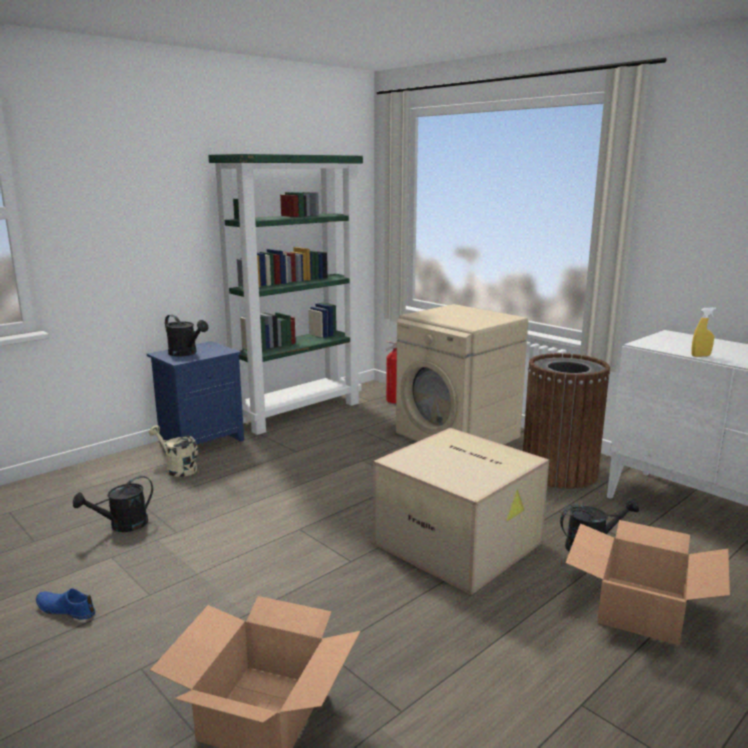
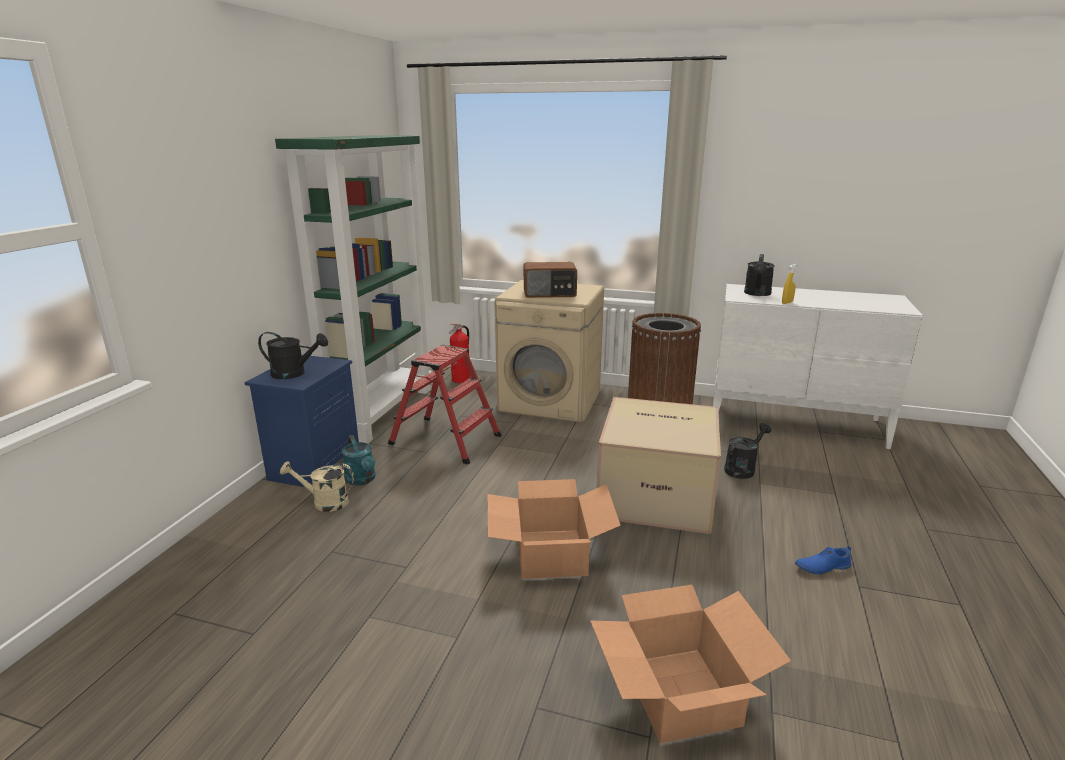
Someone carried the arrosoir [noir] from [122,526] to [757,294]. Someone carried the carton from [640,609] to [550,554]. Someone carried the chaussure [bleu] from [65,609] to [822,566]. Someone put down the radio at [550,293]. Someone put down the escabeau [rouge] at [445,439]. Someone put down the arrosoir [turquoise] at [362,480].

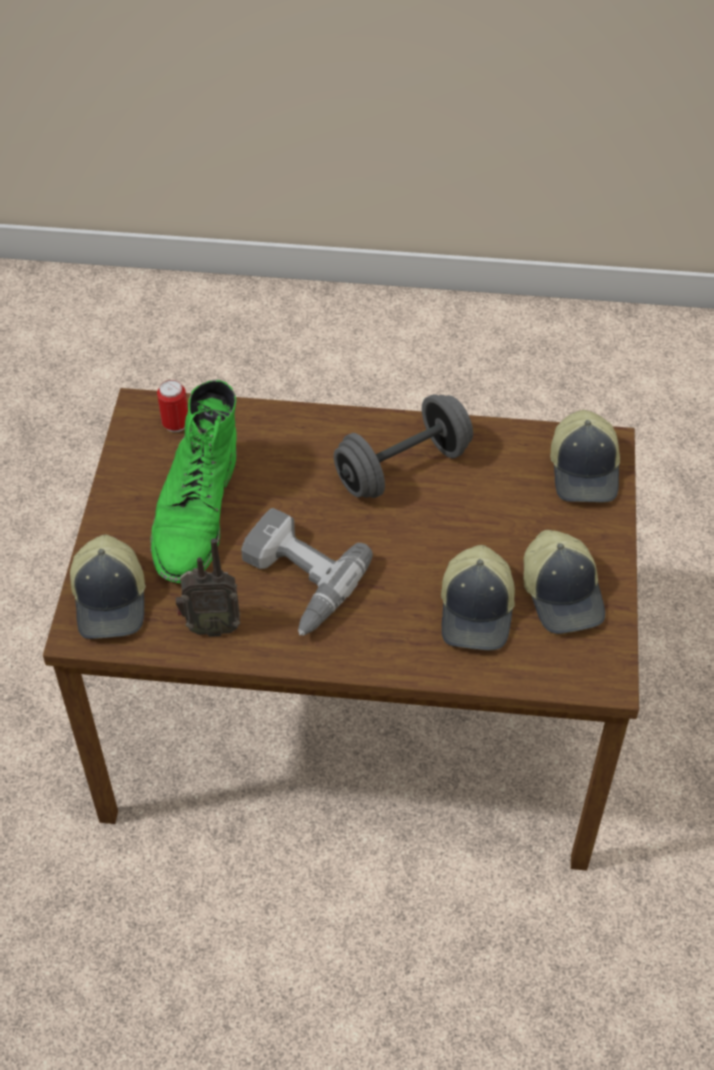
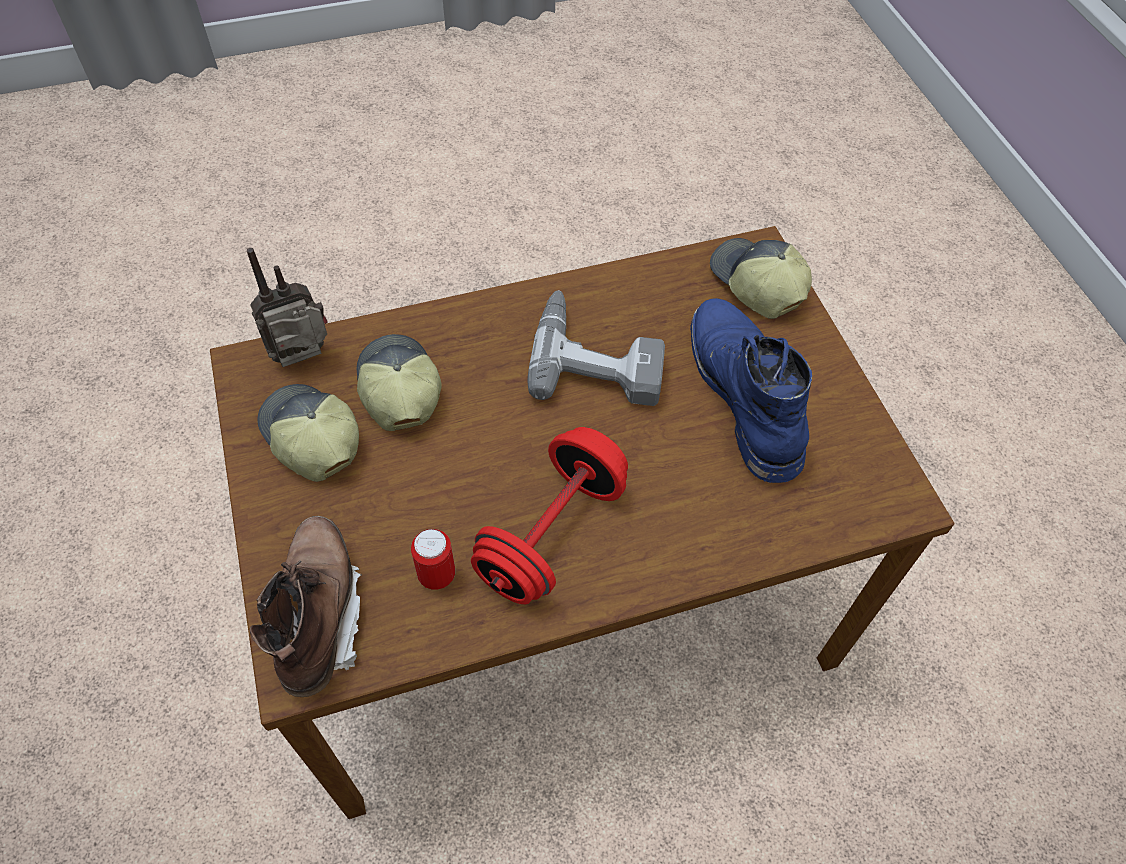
Someone repainted the botte [vert] at [196,513], which became the botte [bleu] at [743,394]. Someone carried the boîte métallique from [175,424] to [437,575]. Someone repainted the haltère [gris] at [402,468], which became the haltère [rouge] at [551,534]. Someone swapped the casquette at [585,471] for the botte [marron] at [317,616]. Someone carried the radio from [211,626] to [305,361].

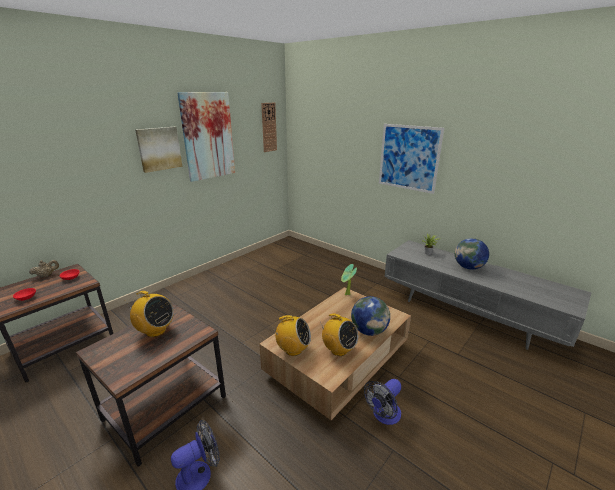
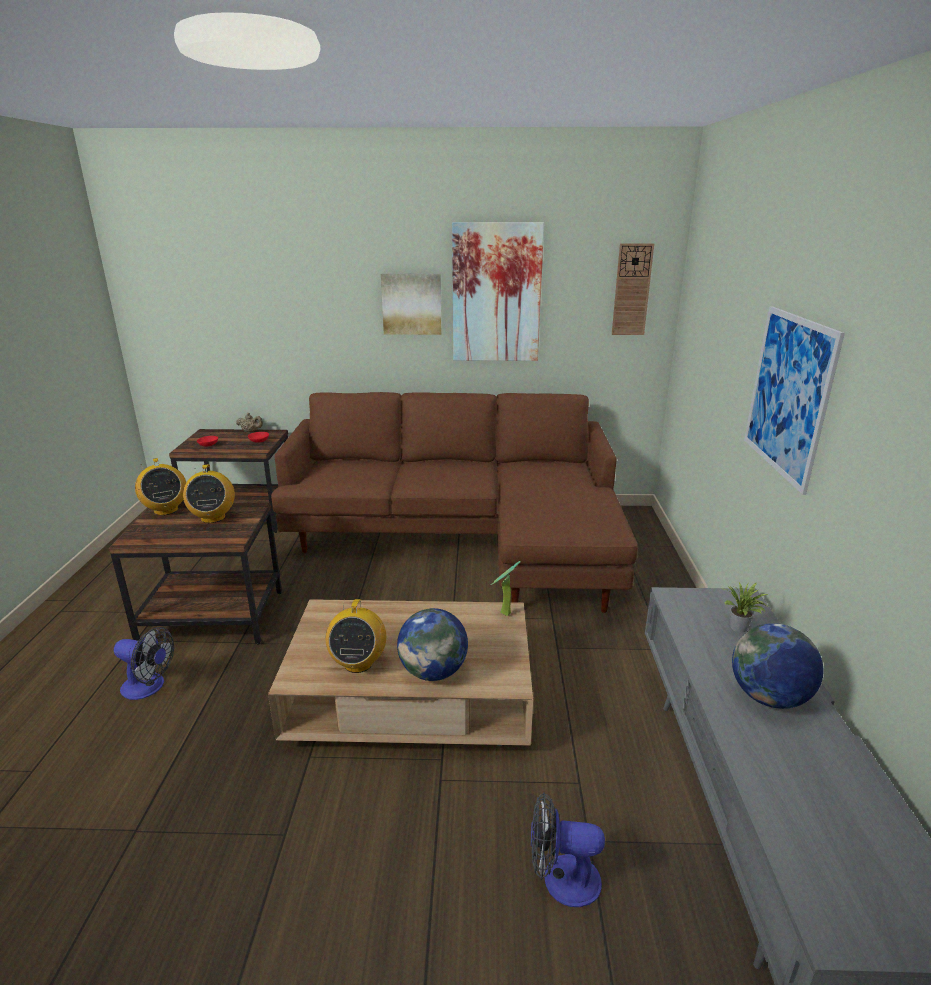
Someone carried the radio from [293,350] to [166,510]. Someone carried the ventilateur from [383,416] to [561,879]. Someone put down the canapé [marron] at [465,540].

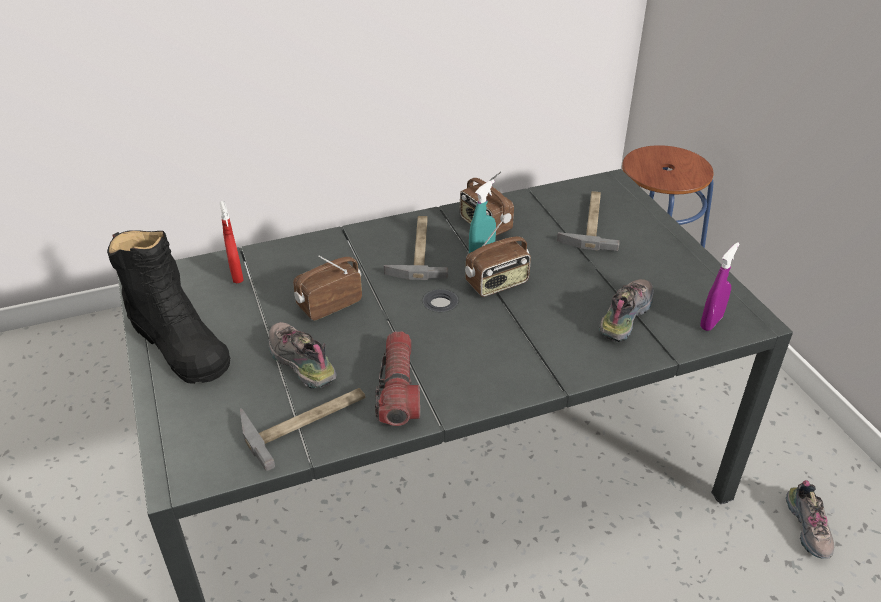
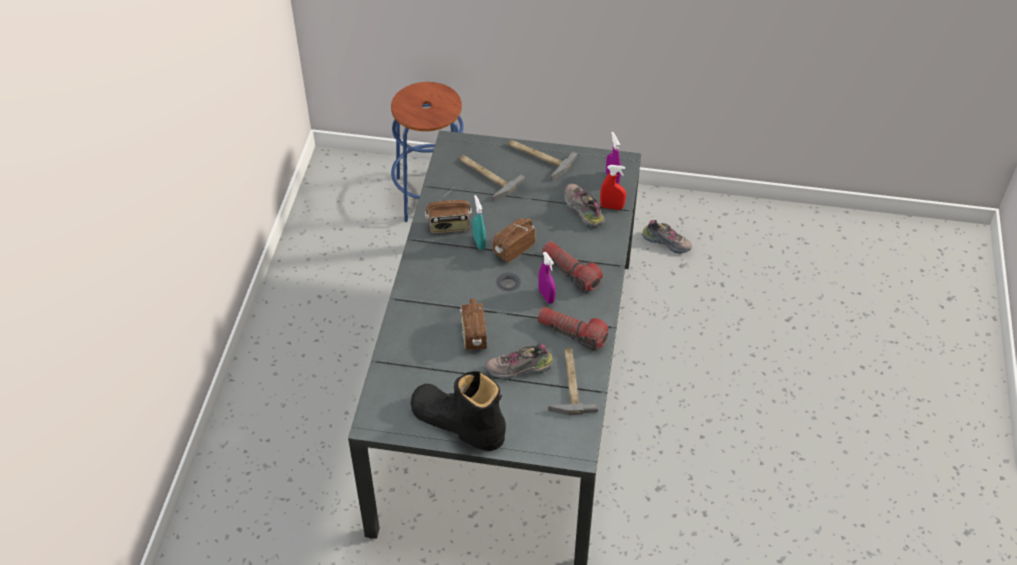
Someone carried the vaporisateur [rouge] from [236,275] to [612,207]. Someone carried the marteau from [418,249] to [537,158]. Someone rotated the radio at [497,284] by 135 degrees counterclockwise. Someone rotated the botte [noir] at [179,343] by 135 degrees counterclockwise. Someone put down the lampe de poche at [570,272]. Someone put down the vaporisateur [violet] at [546,296].

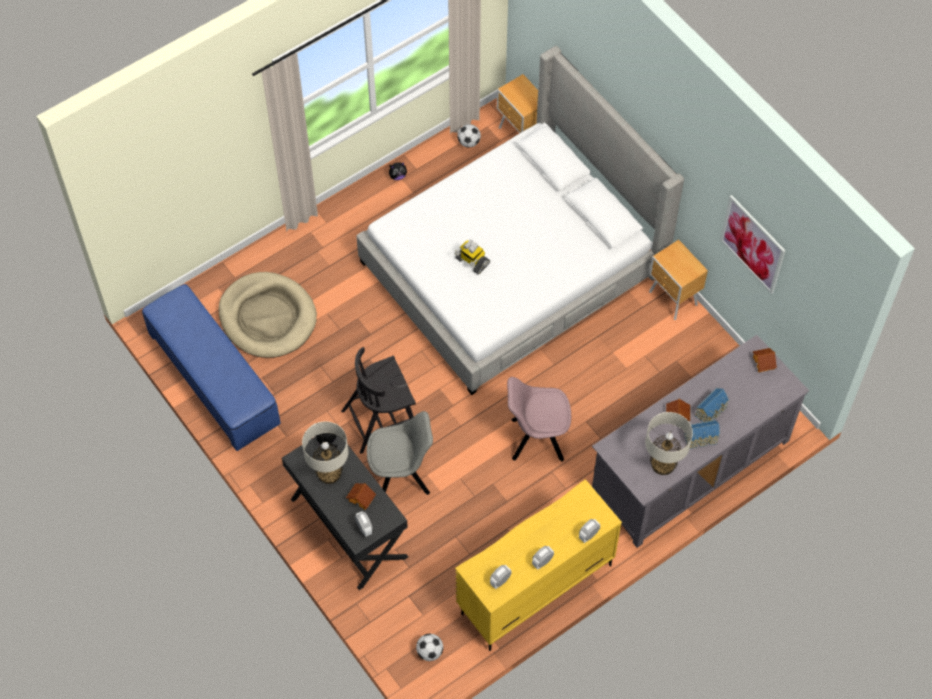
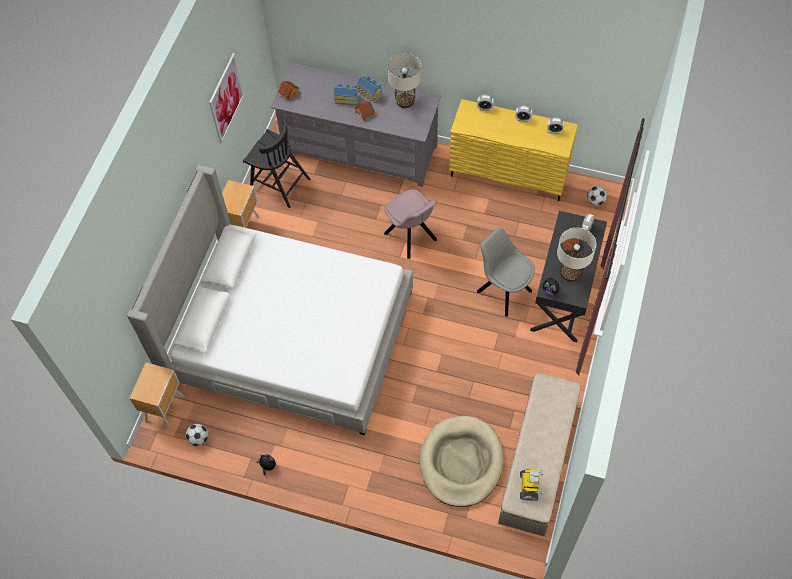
Someone carried the robot jouet from [472,261] to [529,487]. Someone repainted the banc [bleu] at [212,377], which became the banc [beige] at [538,461]. Someone carried the chaise [noir] from [381,420] to [279,183].

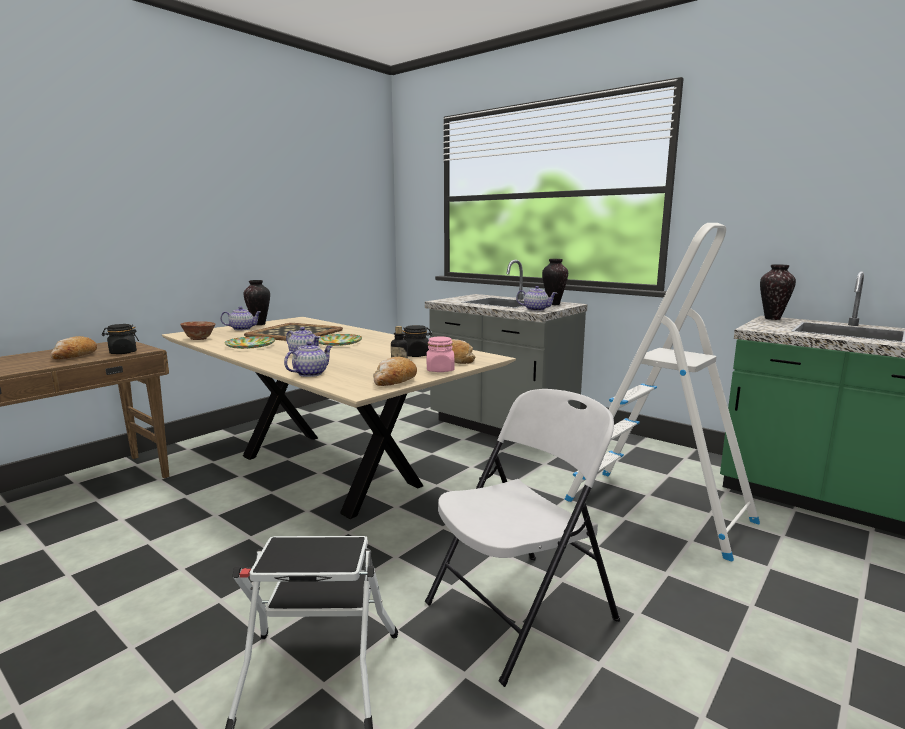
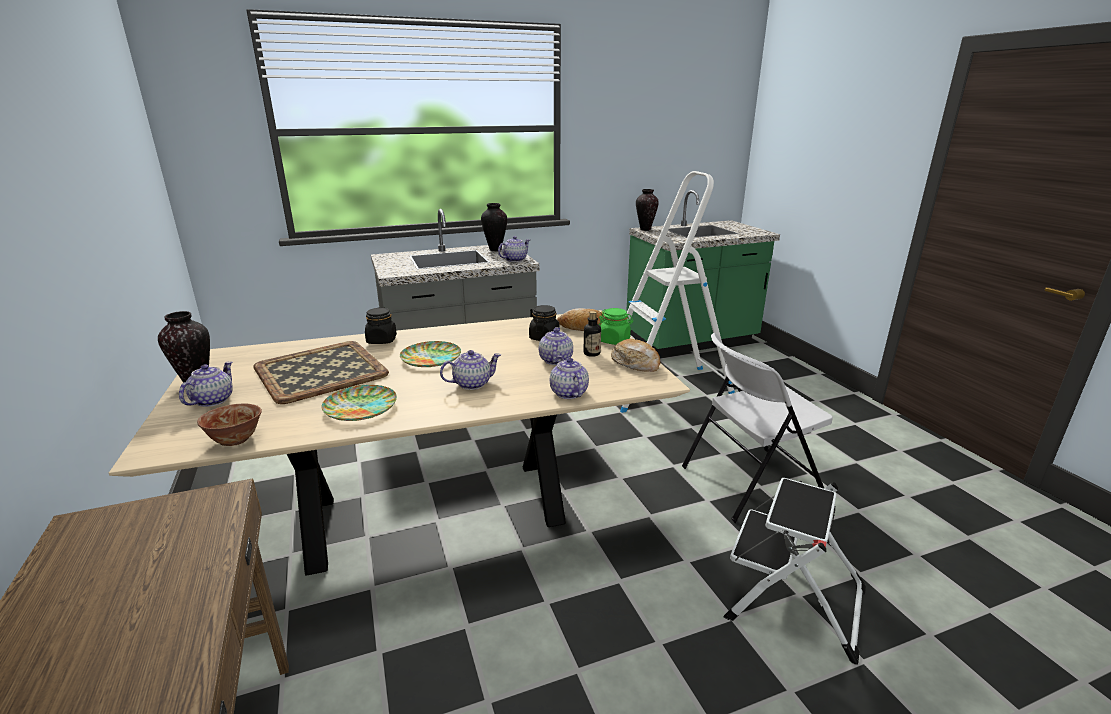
Someone carried the bocal [noir] from [122,352] to [382,340]. Someone took away the pain at [75,356]. Someone repainted the bocal [rose] at [440,370], which became the bocal [vert] at [614,341]. Someone rotated the chaise [blanc] at [520,612] by 105 degrees counterclockwise. Someone put down the théière at [555,360].

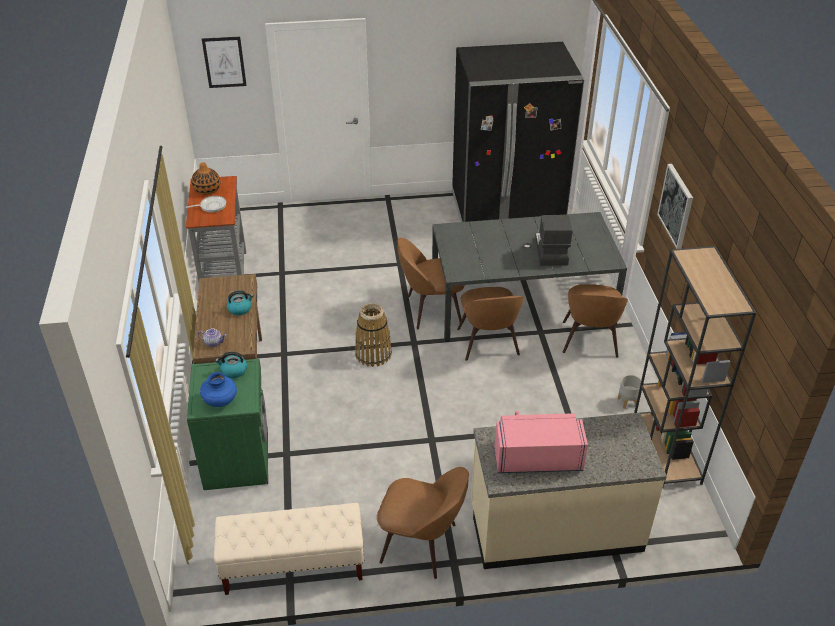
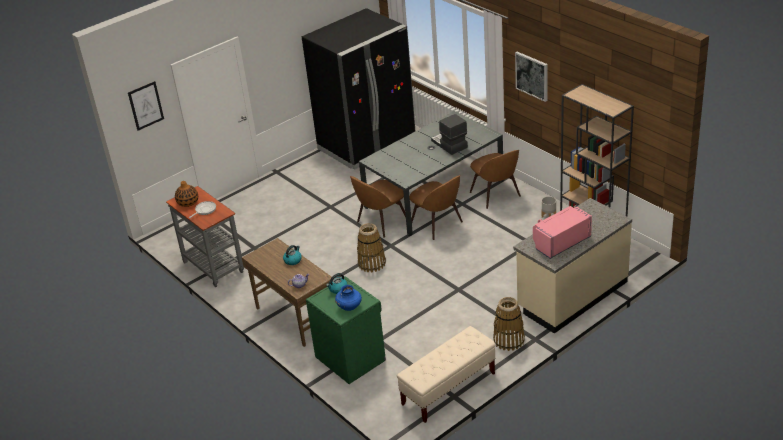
Someone swapped the chaise [marron] at [422,544] for the panier at [509,340].

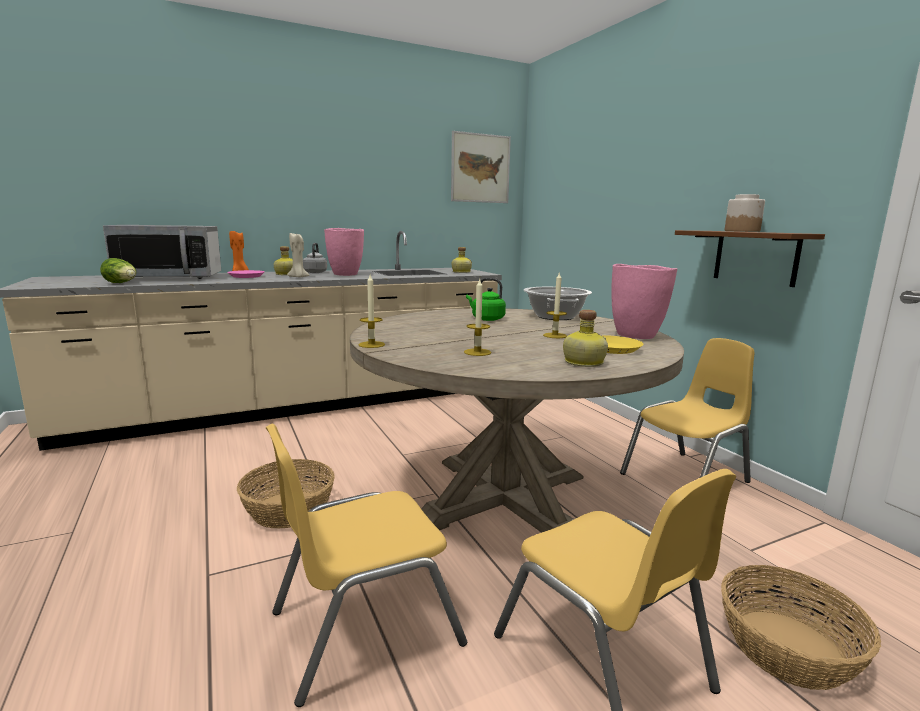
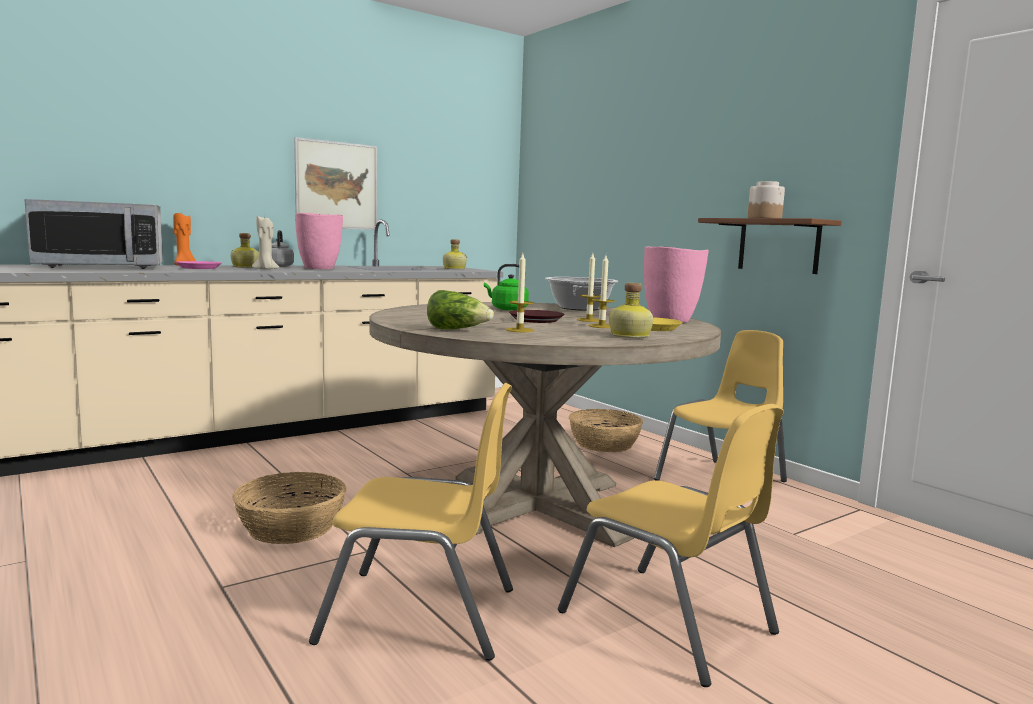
Someone carried the tableau from [480,168] to [337,185]. Someone carried the laitue from [122,283] to [458,330]. Someone carried the bougie from [371,344] to [601,326]. Someone rotated the chaise [jaune] at [364,626] by 135 degrees counterclockwise. Someone carried the panier from [788,648] to [604,444]. Someone put down the assiette [marron] at [536,320].

